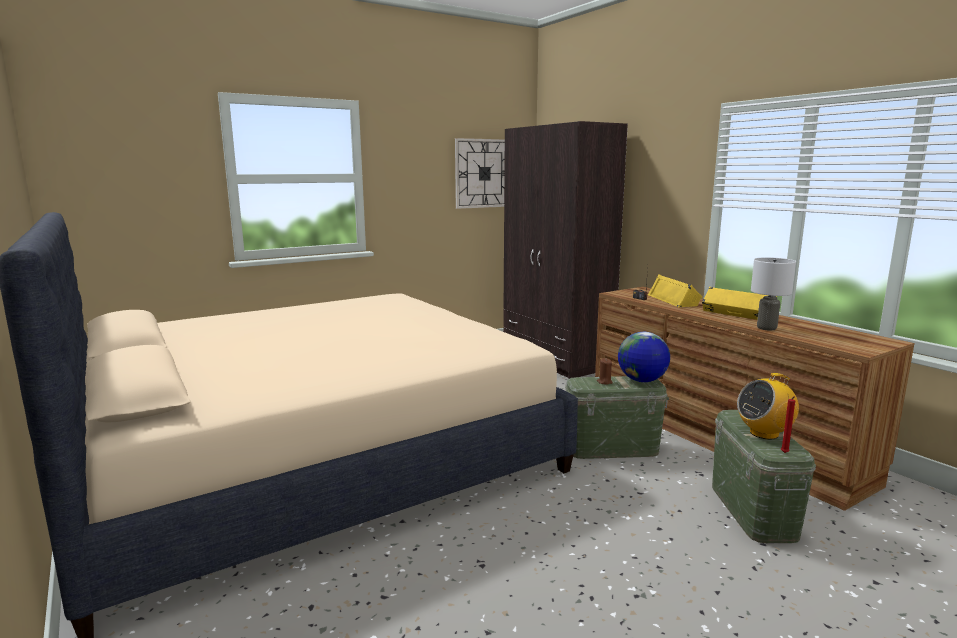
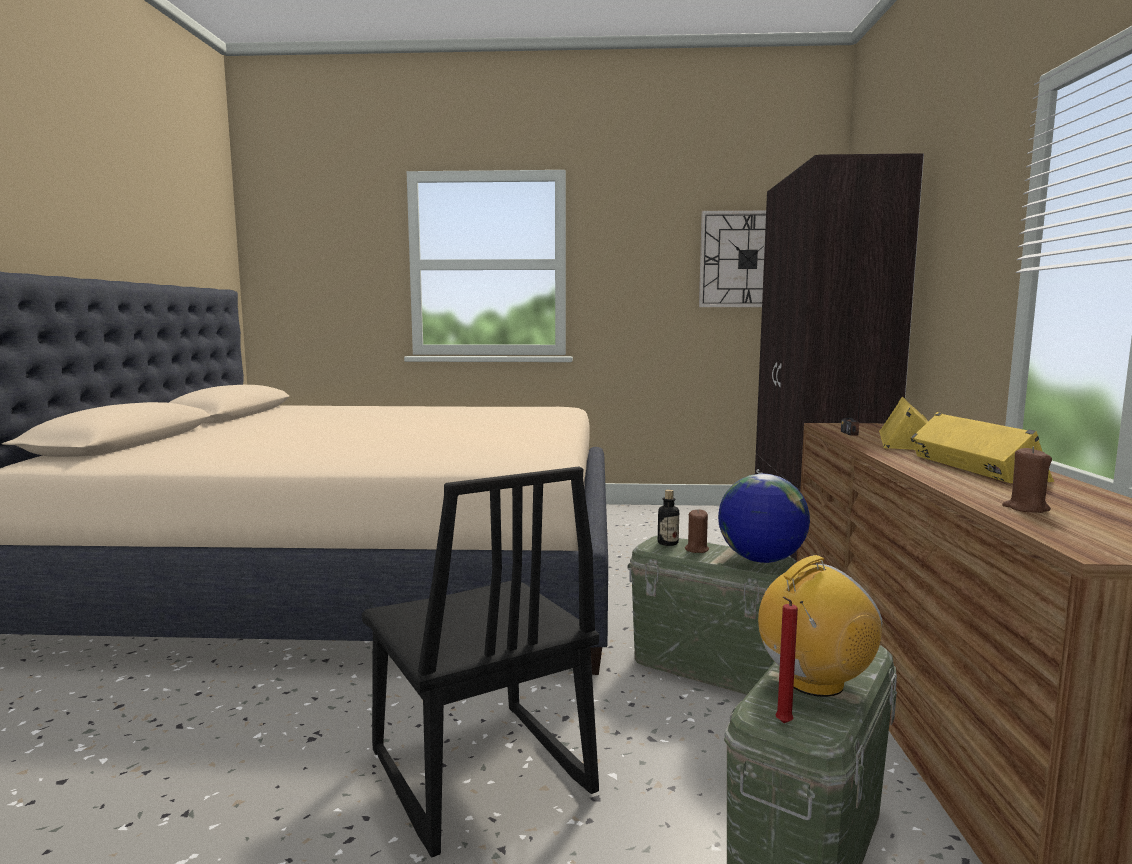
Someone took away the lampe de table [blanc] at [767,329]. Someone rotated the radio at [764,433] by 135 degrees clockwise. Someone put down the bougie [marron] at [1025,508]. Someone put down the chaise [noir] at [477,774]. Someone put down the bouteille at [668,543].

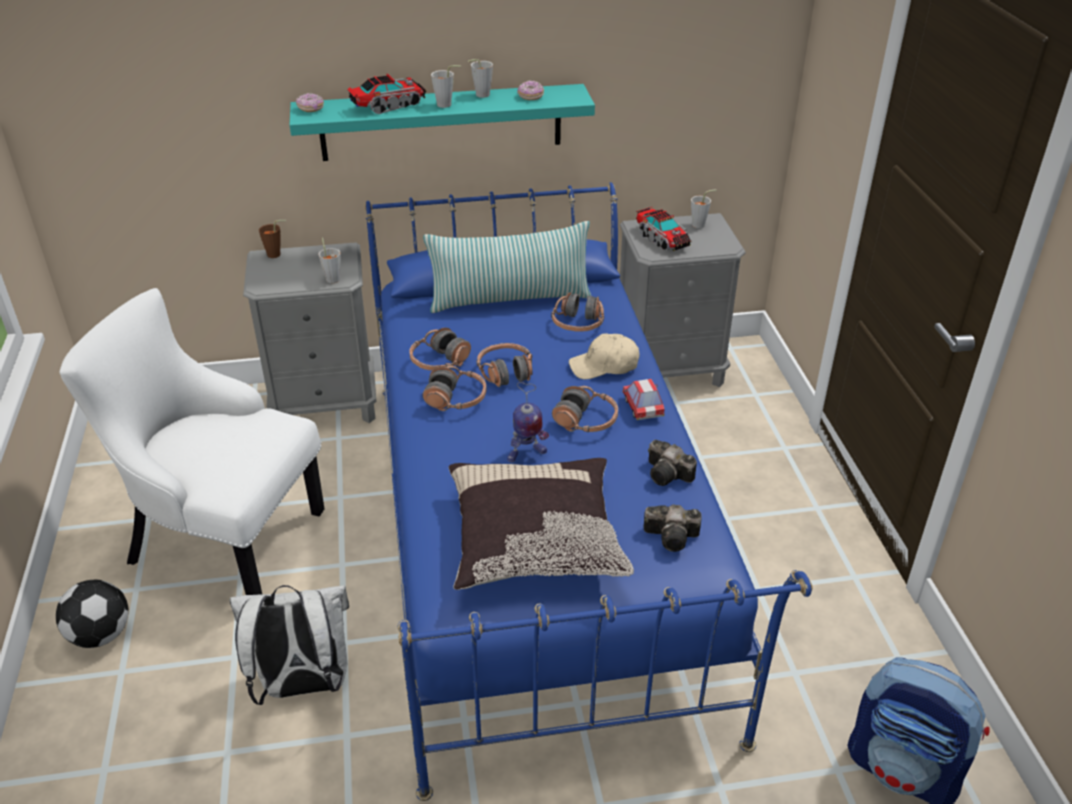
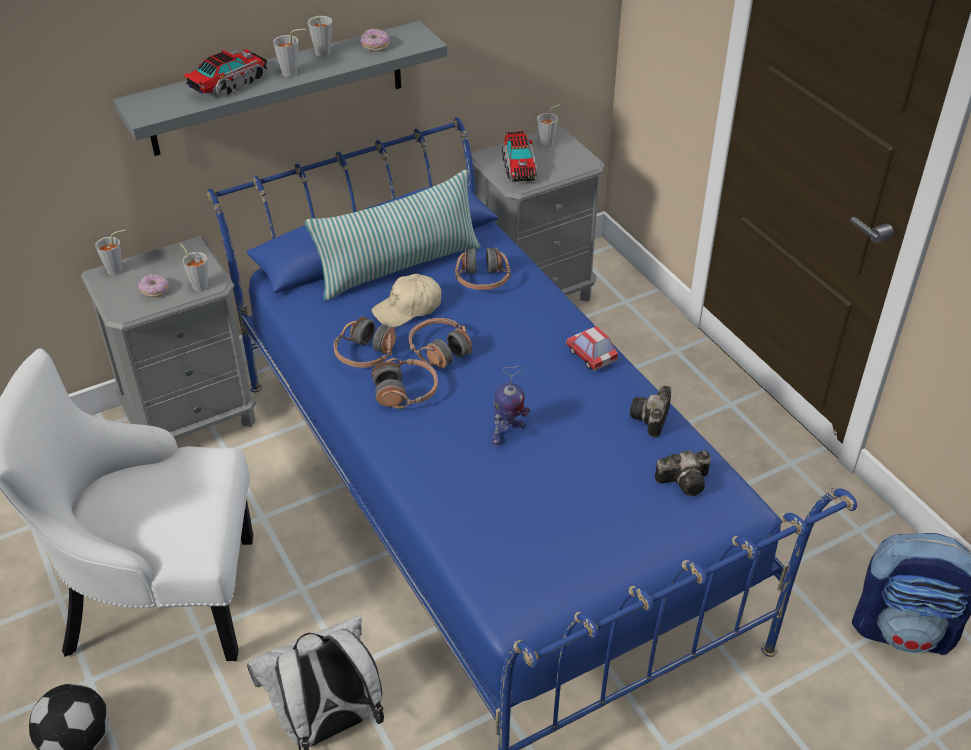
Someone repainted the étagère [turquoise] at [441,122], which became the étagère [gris] at [278,89]. Someone carried the beignet from [311,109] to [155,291]. Someone rotated the camion jouet at [661,239] by 45 degrees clockwise. Someone repainted the tasse [marron] at [277,254], which became the tasse [gris] at [118,270]. Someone carried the casquette [beige] from [604,366] to [408,309]. Someone took away the casque audio at [586,421]. Someone rotated the appareil photo at [669,475] by 90 degrees clockwise. Someone took away the coussin at [536,540].

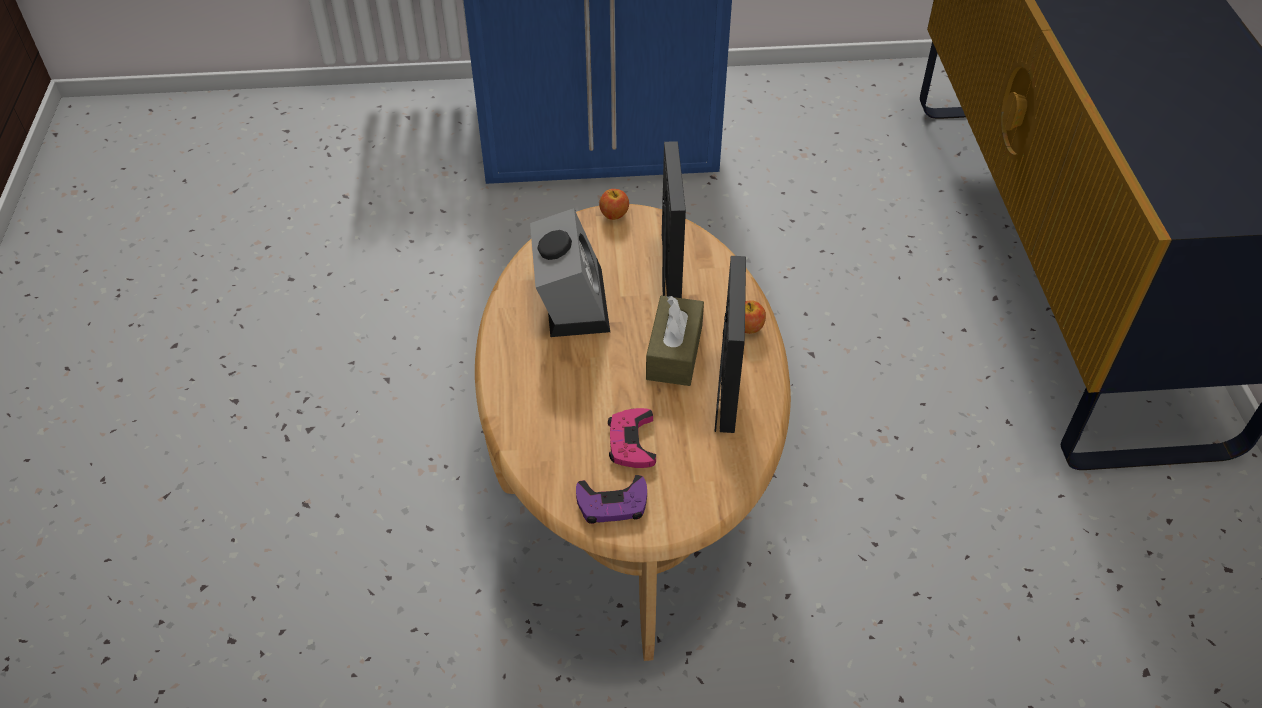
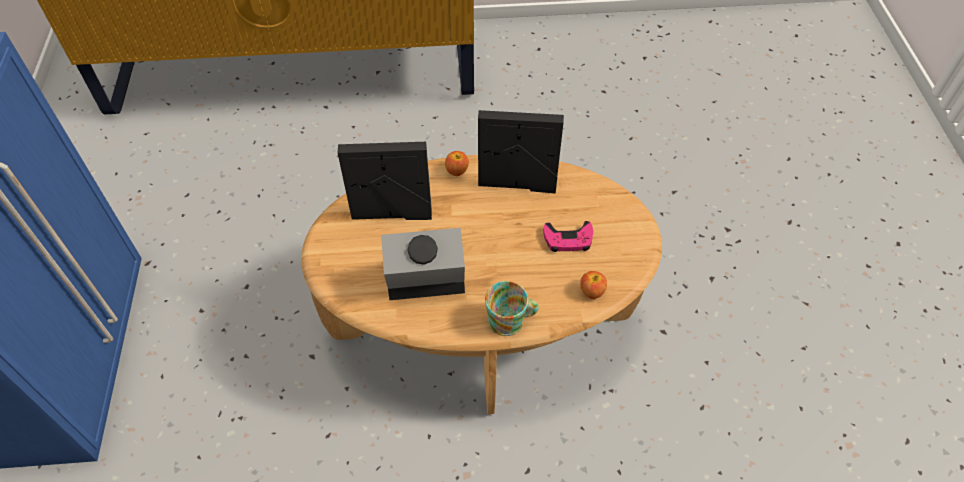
Someone carried the pomme from [614,214] to [592,291]. Someone took away the boîte à mouchoirs [marron] at [674,352]. Someone took away the manette [violet] at [612,504]. Someone put down the mug at [511,321].

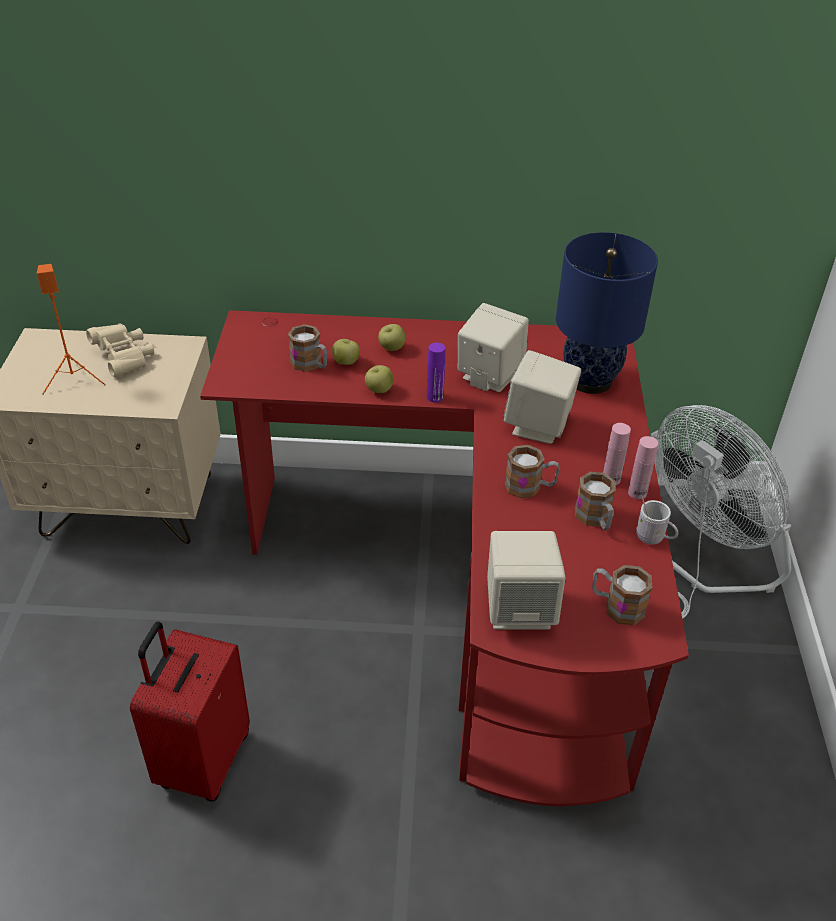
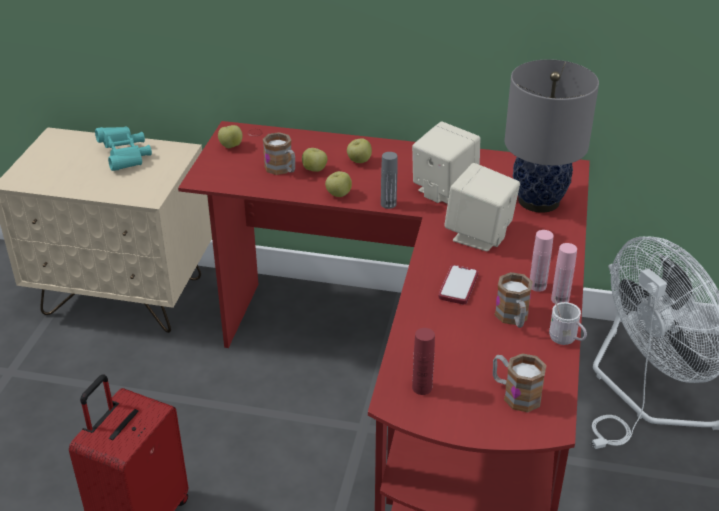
Someone repainted the lampe de table [bleu] at [590,380], which became the lampe de table [gris] at [539,200]. Someone took away the enceinte [orange] at [74,379]. Someone repainted the jumelles [beige] at [124,358], which became the jumelles [turquoise] at [125,157]. Someone repainted the bouteille [violet] at [435,397], which became the bouteille [gris] at [388,204]. Someone swapped the mug at [530,487] for the téléphone at [458,286]. Someone swapped the enceinte [beige] at [520,609] for the bouteille [rouge] at [422,388]. Someone put down the pomme at [231,146].

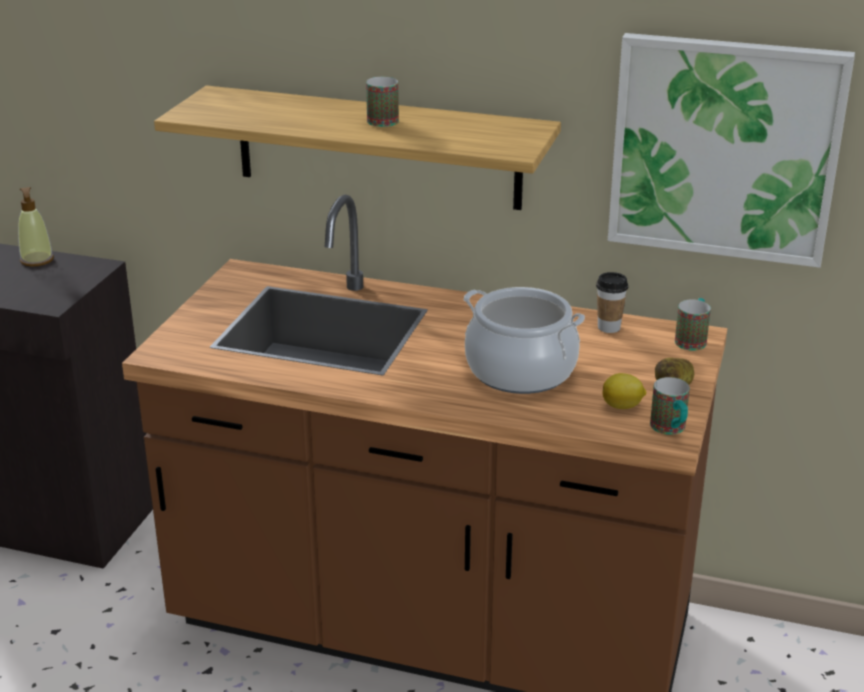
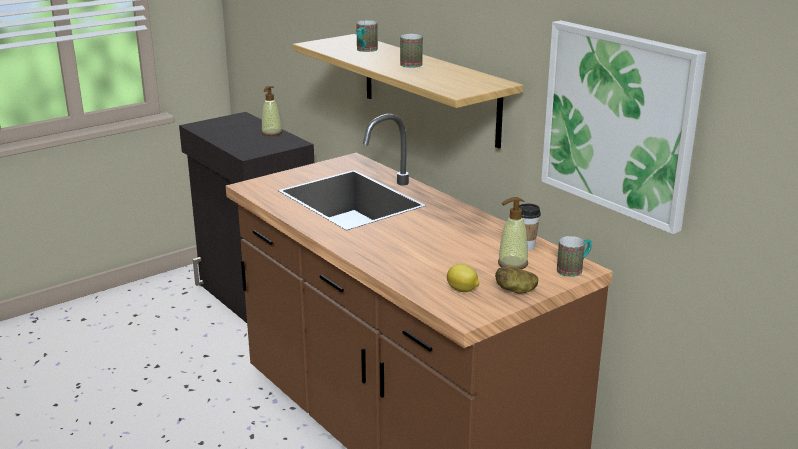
Someone took away the marmite at [520,371]. Someone carried the mug from [670,430] to [365,50]. Someone put down the distributeur de savon at [512,264].

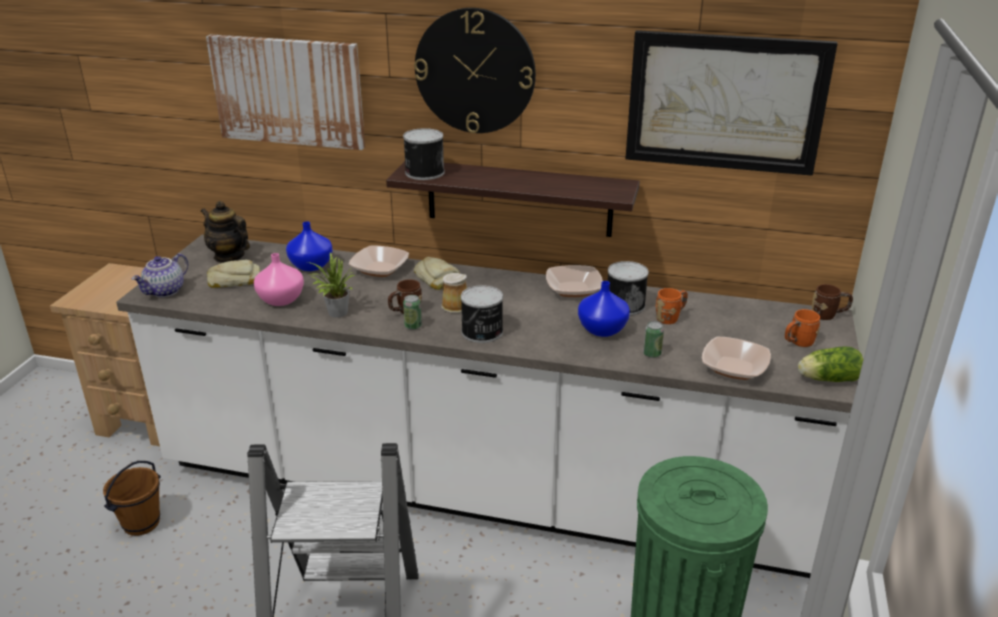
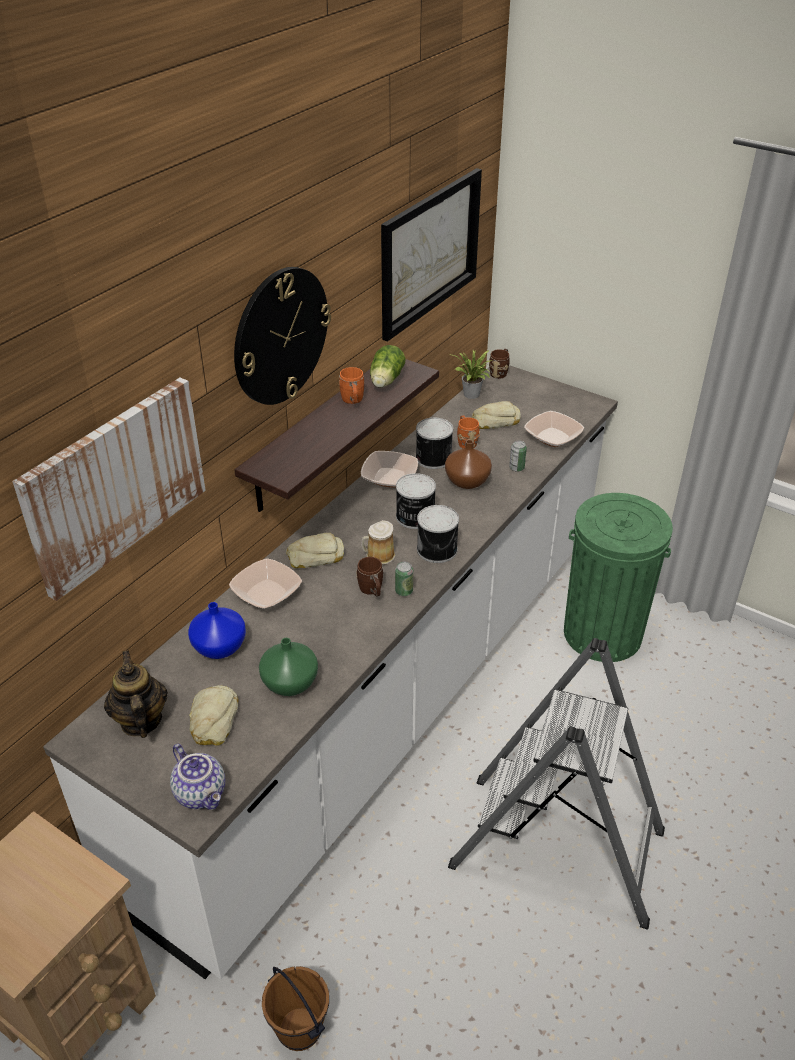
Someone carried the boîte métallique from [423,172] to [414,517]. Someone rotated the théière at [229,256] by 105 degrees clockwise. Someone repainted the vase [rose] at [281,299], which became the vase [vert] at [288,683]. Someone carried the plante en pot from [335,313] to [471,395]. Someone repainted the vase [bleu] at [602,329], which became the vase [marron] at [466,481]. Someone carried the mug [orange] from [798,343] to [353,401]. Someone carried the laitue from [826,379] to [385,381]. Someone put down the pain at [495,420].

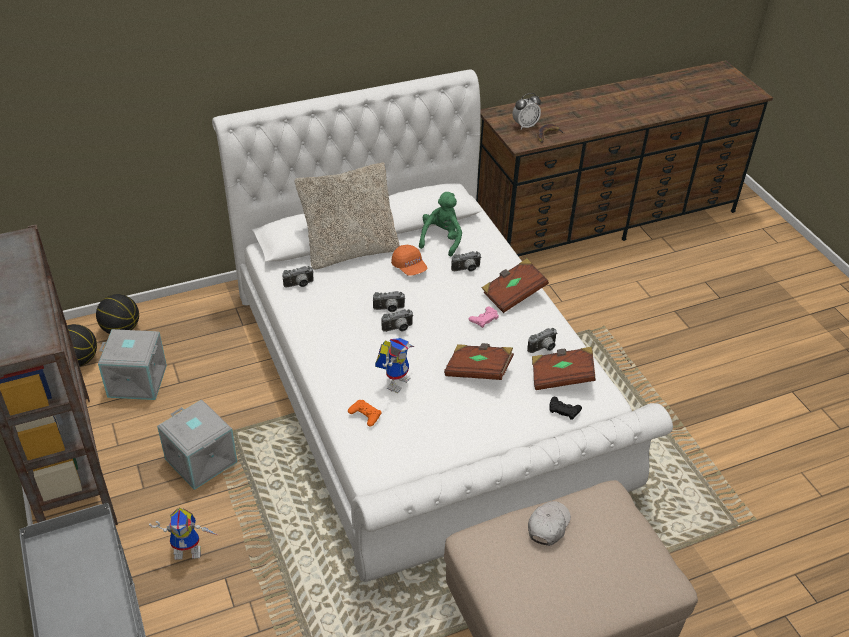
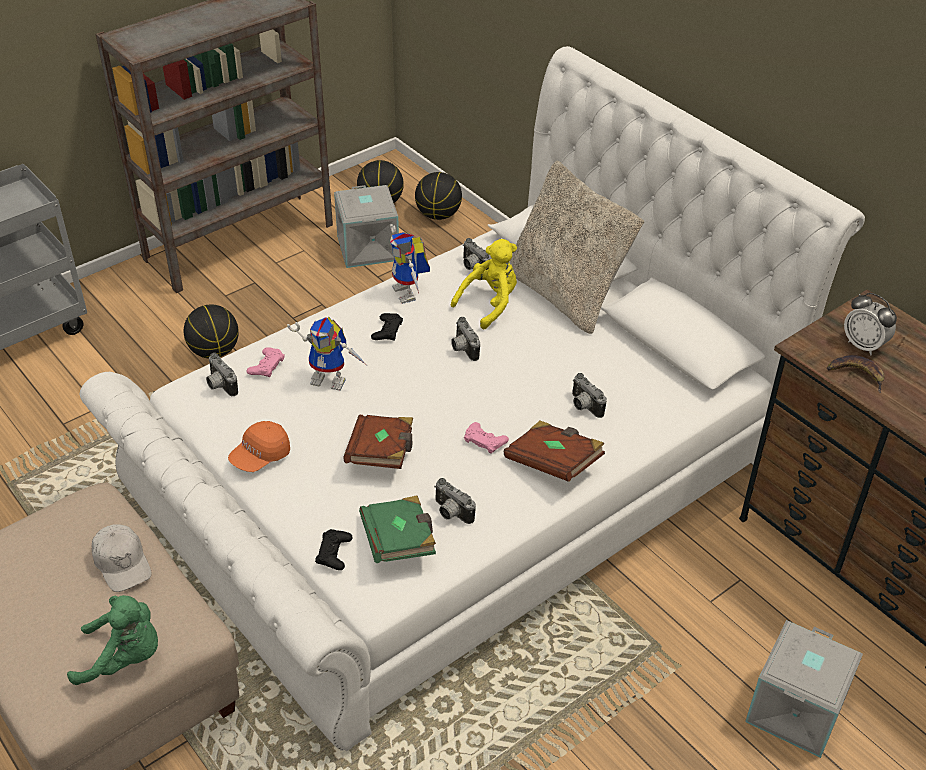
Someone carried the peluche [vert] from [441,239] to [124,658]. Someone carried the casquette [orange] from [409,267] to [260,456]. Someone carried the appareil photo from [398,329] to [219,385]. Someone repainted the livre [marron] at [561,377], which became the livre [vert] at [399,541]. Someone carried the boîte de rangement [gris] from [202,460] to [797,711]. Someone repainted the manette [orange] at [365,415], which became the manette [rose] at [266,366]. Someone rotated the casquette [blanc] at [548,525] by 45 degrees clockwise. Someone carried the robot jouet from [190,549] to [410,293]. Someone put down the peluche [jaune] at [490,304]. Someone put down the ballon de basket at [214,351]. Someone put down the manette [noir] at [387,330].

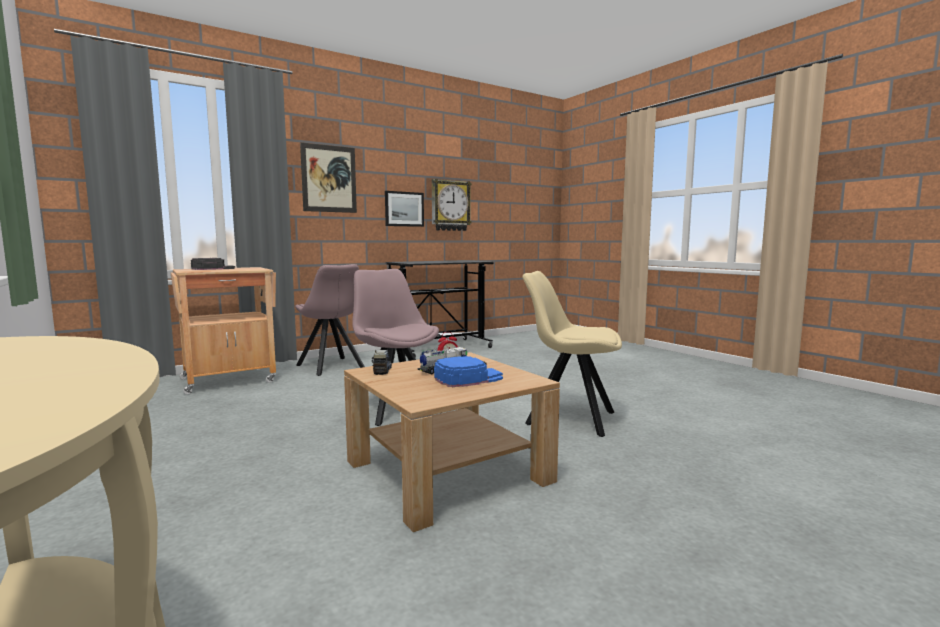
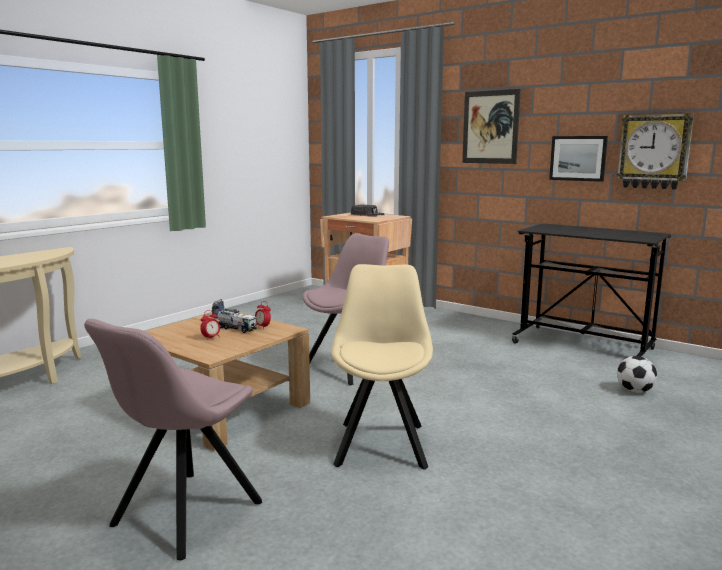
Someone carried the chaise [rose] from [331,366] to [185,513]. Someone swapped the casquette [bleu] at [468,378] for the réveil at [211,338]. Someone put down the ballon de foot at [634,391].

